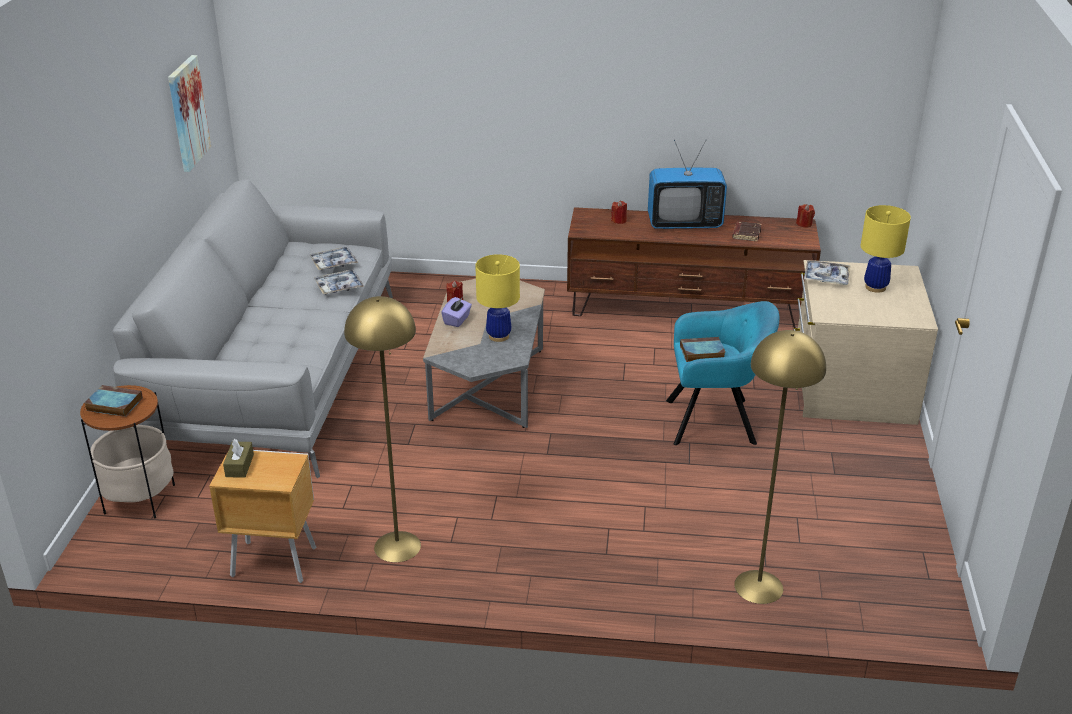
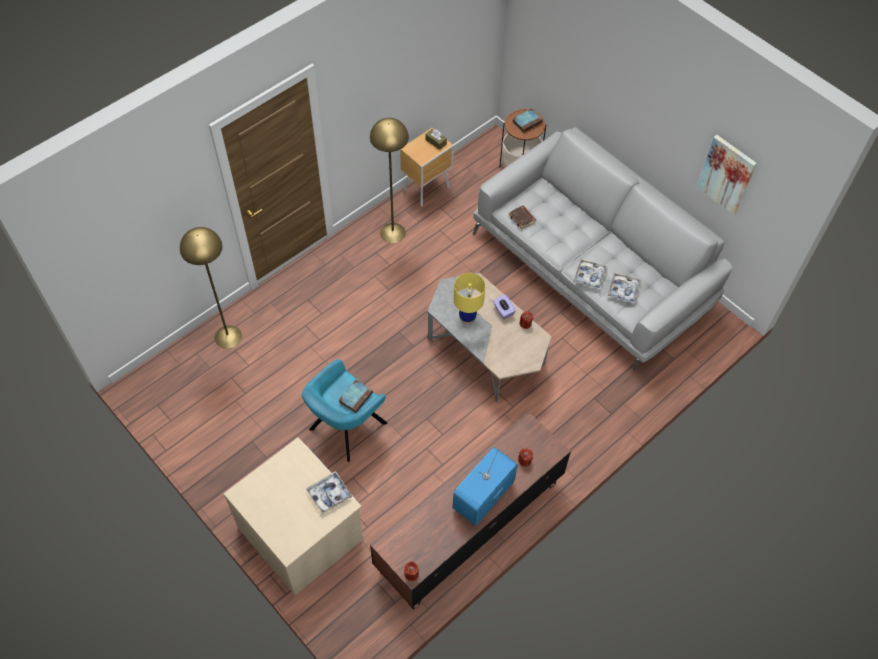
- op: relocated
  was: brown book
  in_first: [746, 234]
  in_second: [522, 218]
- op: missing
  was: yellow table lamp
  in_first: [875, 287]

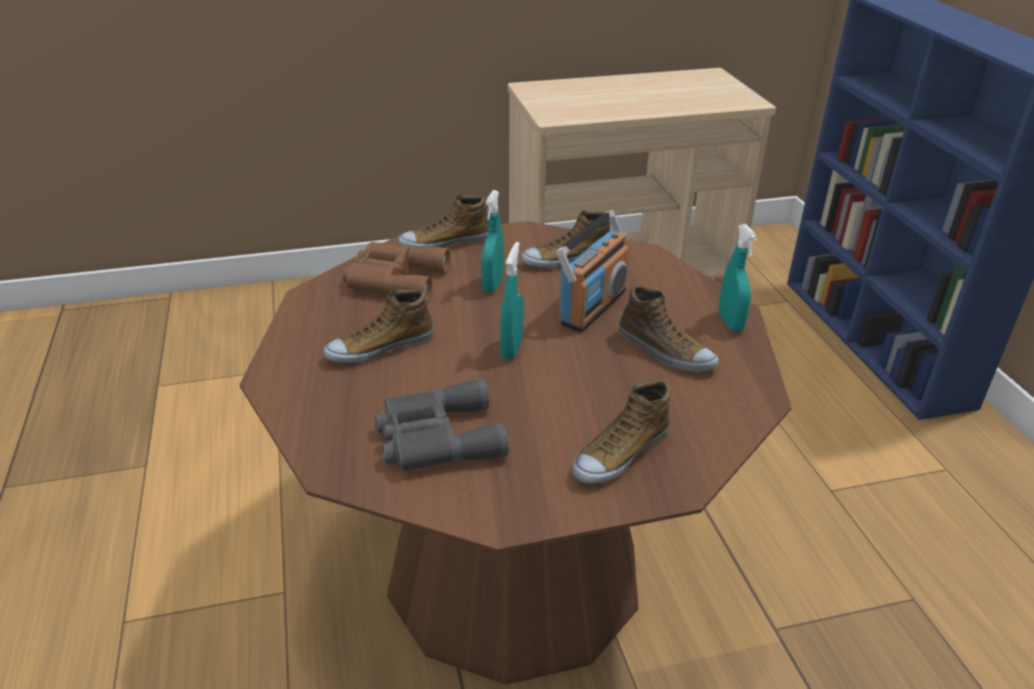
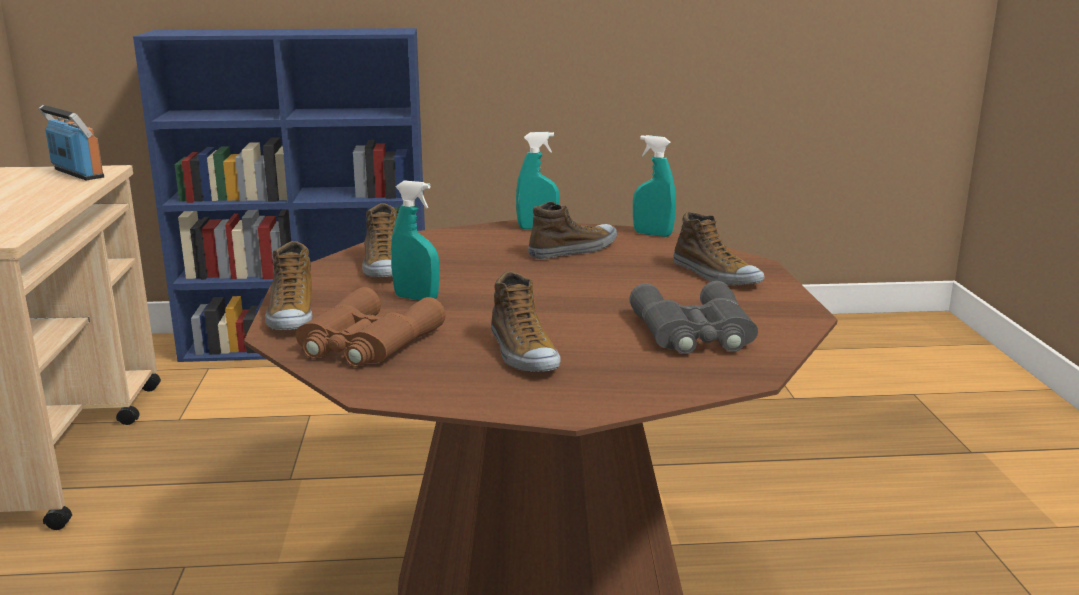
- op: relocated
  was: radio
  in_first: [592, 307]
  in_second: [77, 174]
- op: relocated
  was: turquoise spray bottle
  in_first: [511, 349]
  in_second: [652, 234]

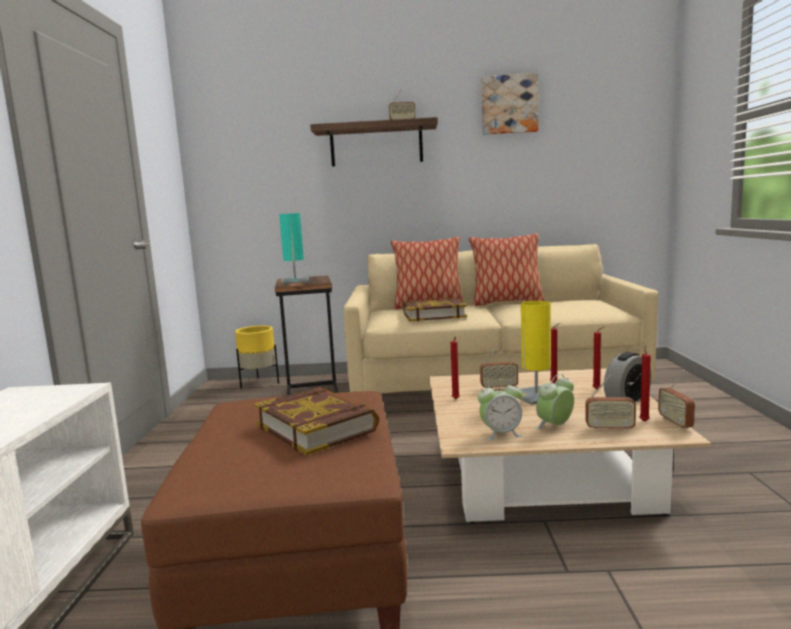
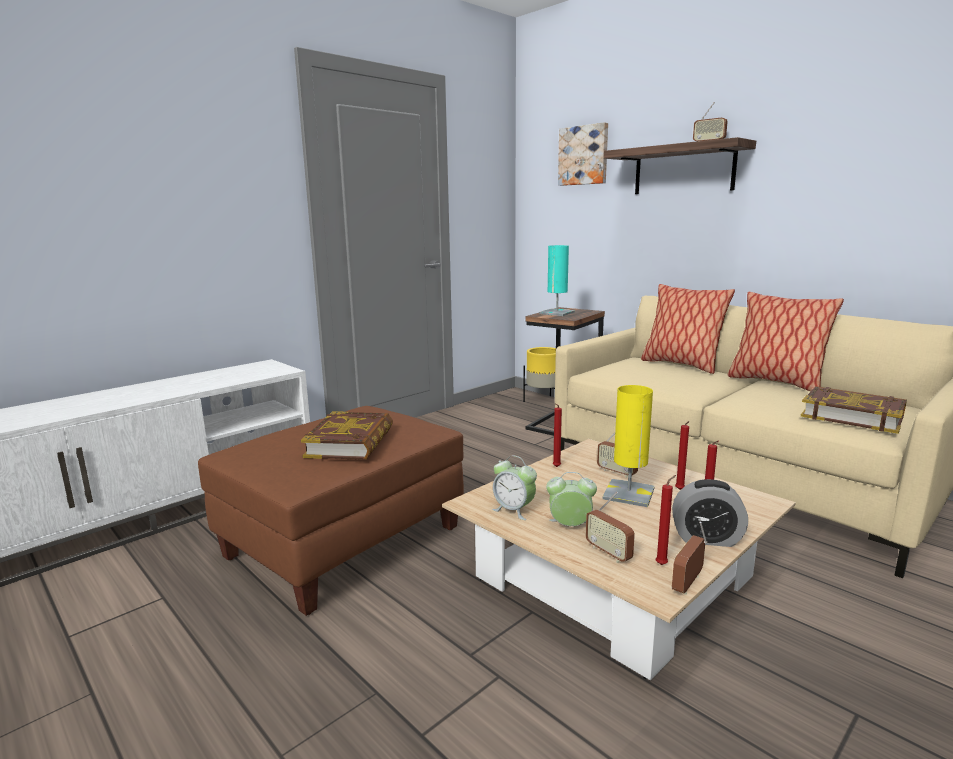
- op: relocated
  was: picture
  in_first: [509, 104]
  in_second: [584, 155]
- op: relocated
  was: book
  in_first: [434, 315]
  in_second: [852, 416]

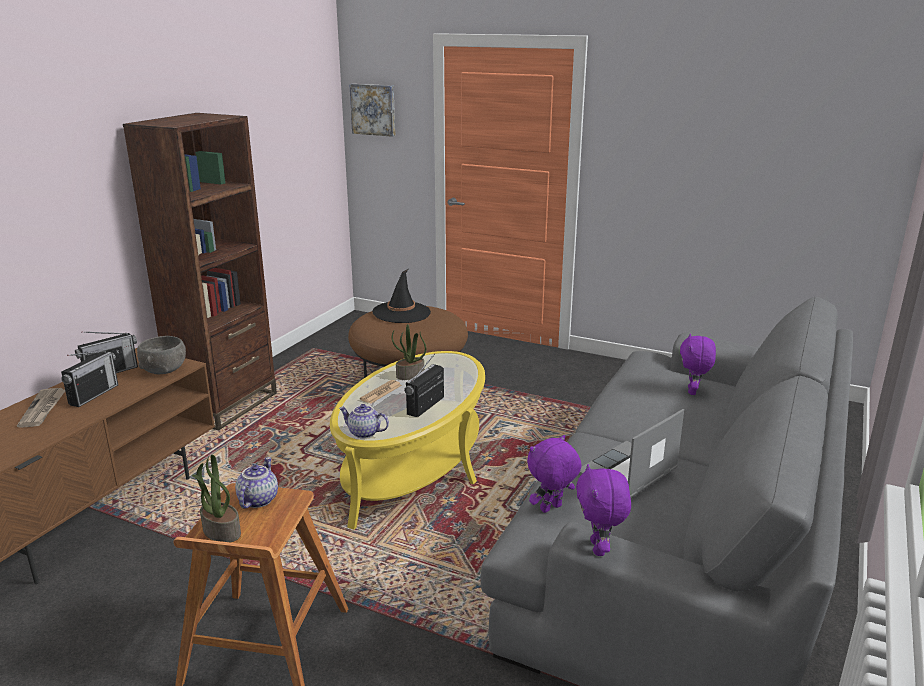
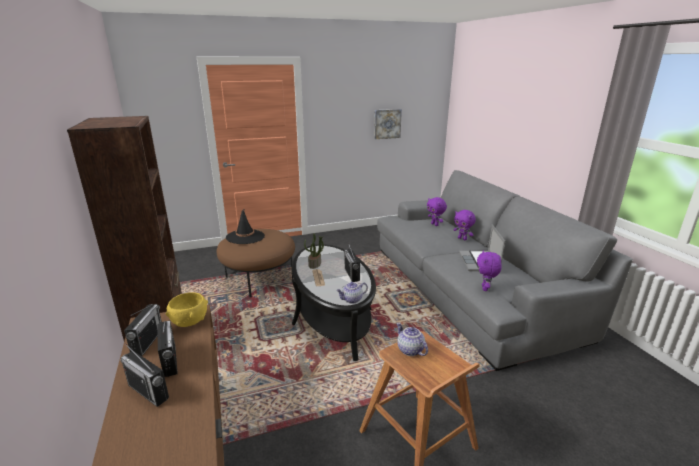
- op: exchanged
  was: newspaper
  now: radio
  in_first: [43, 409]
  in_second: [148, 391]
- op: colour
  was: grey bowl
  now: yellow bowl
  in_first: [164, 370]
  in_second: [189, 321]
- op: colour
  was: yellow coffee table
  now: black coffee table
  in_first: [414, 467]
  in_second: [332, 316]
- op: relocated
  was: picture
  in_first: [374, 109]
  in_second: [387, 123]
- op: relocated
  was: purple plush toy
  in_first: [599, 548]
  in_second: [462, 239]
- op: missing
  was: potted plant
  in_first: [220, 531]

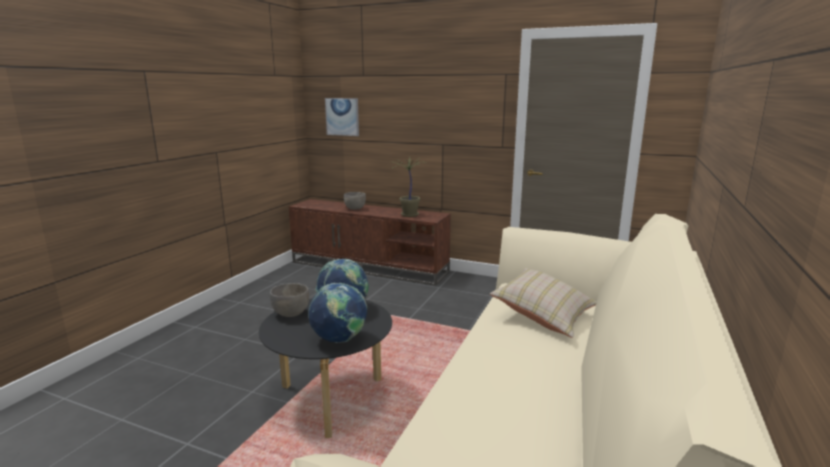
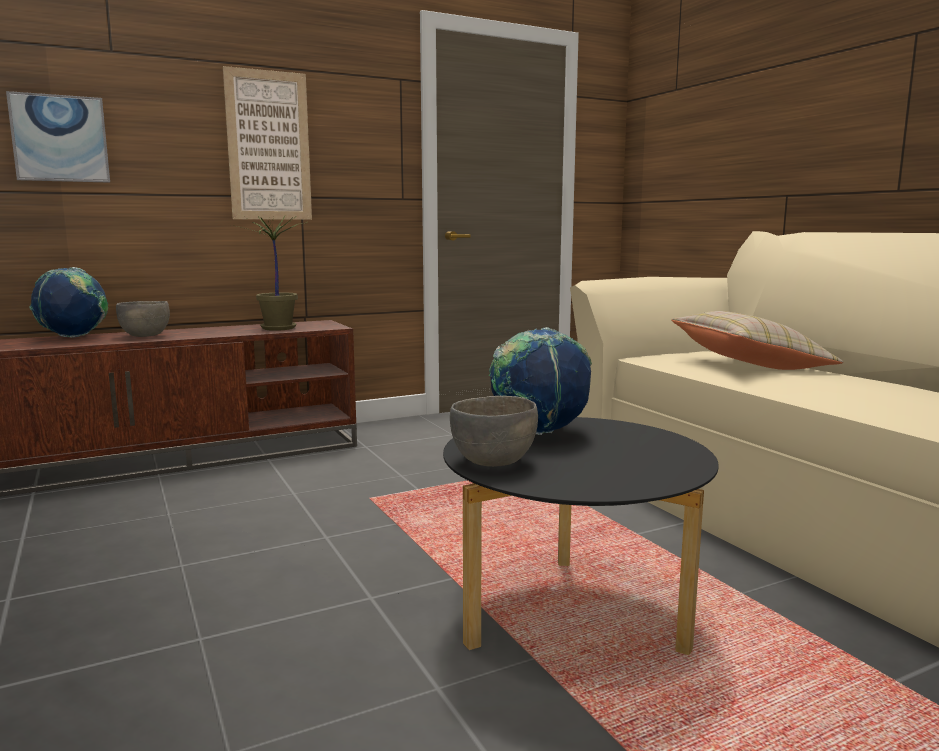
- op: relocated
  was: globe
  in_first: [339, 340]
  in_second: [74, 337]
- op: appeared
  now: picture
  in_second: [268, 146]

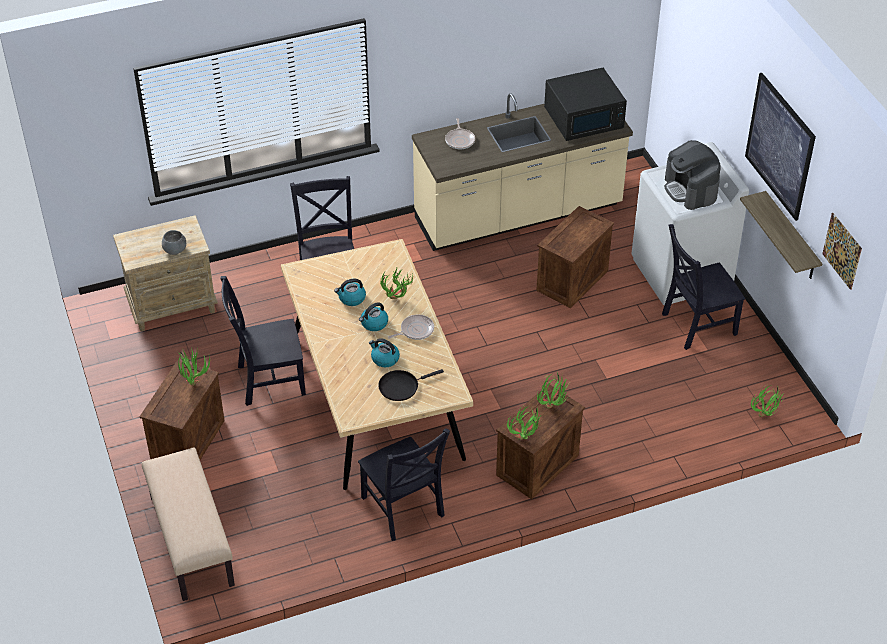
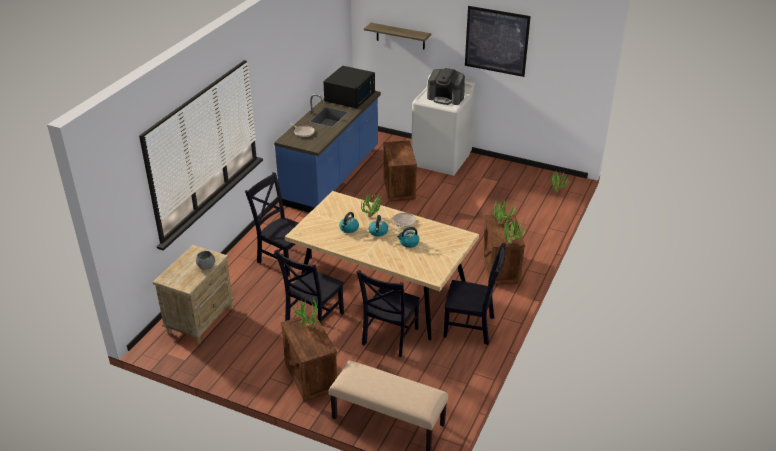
- op: colour
  was: beige counter
  now: blue counter
  in_first: [518, 214]
  in_second: [332, 176]
- op: relocated
  was: black chair
  in_first: [696, 325]
  in_second: [389, 338]
- op: relocated
  was: shelf
  in_first: [791, 237]
  in_second: [400, 36]
- op: missing
  was: black frying pan
  in_first: [401, 386]
- op: missing
  was: picture
  in_first: [842, 251]

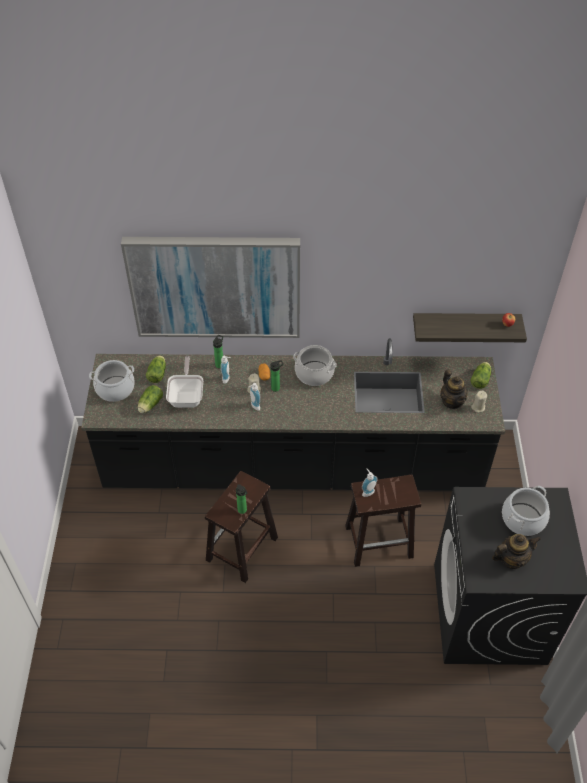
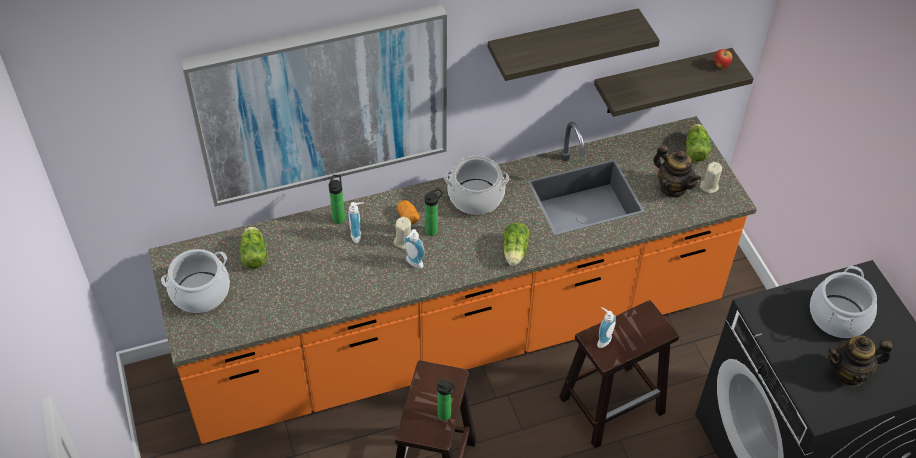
- op: colour
  was: black counter
  now: orange counter
  in_first: [293, 466]
  in_second: [456, 336]
- op: appeared
  now: shelf
  in_second: [562, 45]
- op: relocated
  was: lettuce
  in_first: [150, 405]
  in_second: [514, 253]
- op: spun
  was: teapot
  in_first: [511, 559]
  in_second: [849, 373]
  clockwise: -150
- op: missing
  was: frying pan
  in_first: [187, 396]

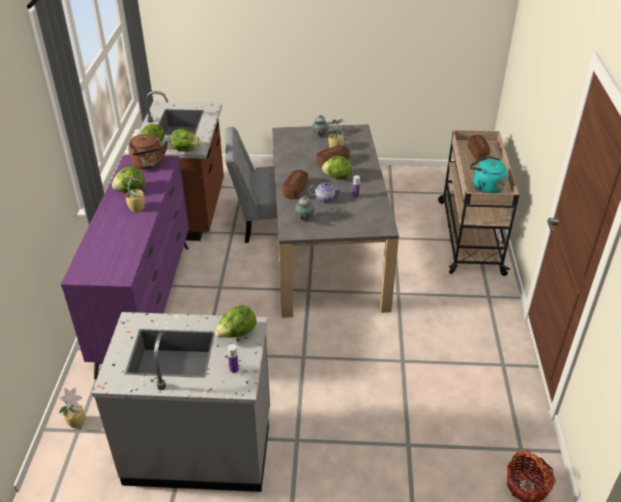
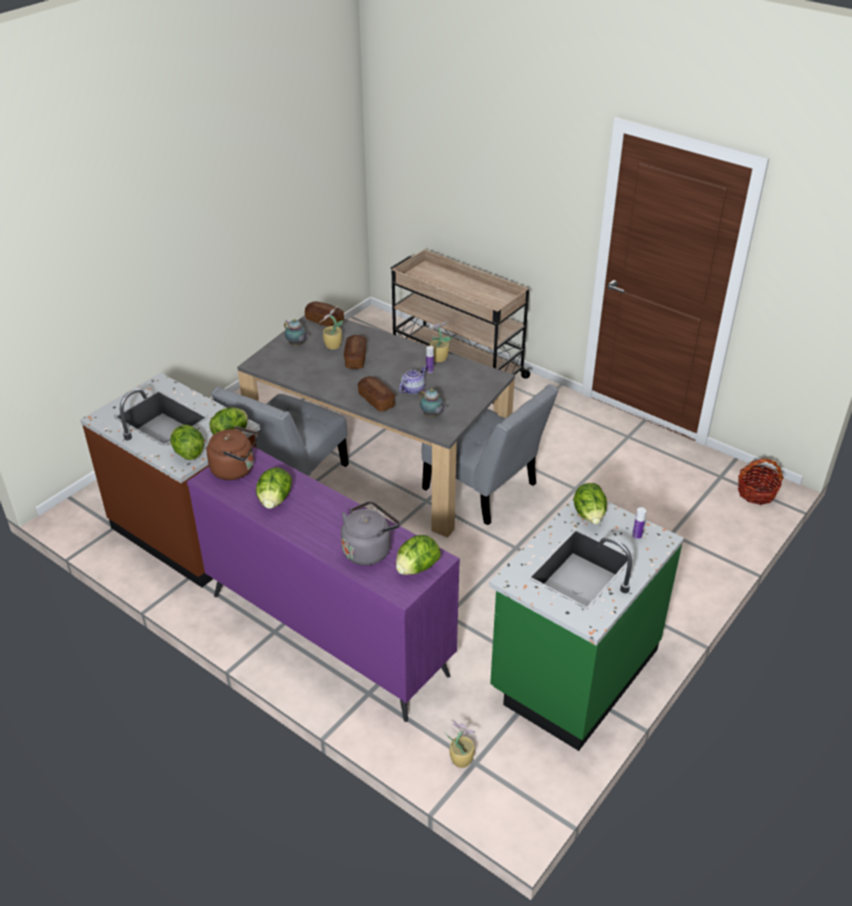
- op: relocated
  was: bread
  in_first: [477, 153]
  in_second: [324, 321]
- op: appeared
  now: grey kettle
  in_second: [369, 550]
- op: relocated
  was: lettuce
  in_first: [337, 177]
  in_second: [417, 568]
- op: appeared
  now: grey chair
  in_second: [484, 490]
- op: relocated
  was: potted plant
  in_first: [136, 208]
  in_second: [438, 358]
- op: colour
  was: grey counter
  now: green counter
  in_first: [199, 447]
  in_second: [573, 671]
- op: missing
  was: turquoise kettle
  in_first: [485, 187]

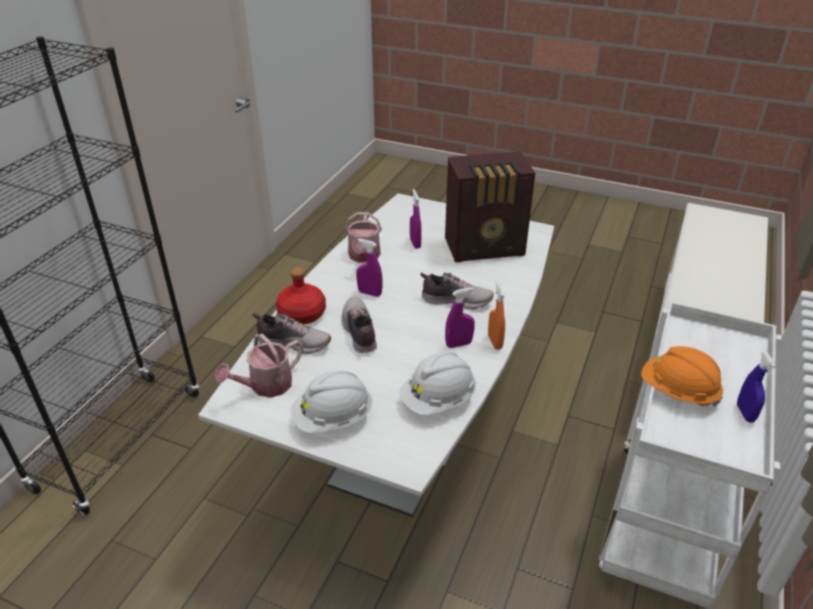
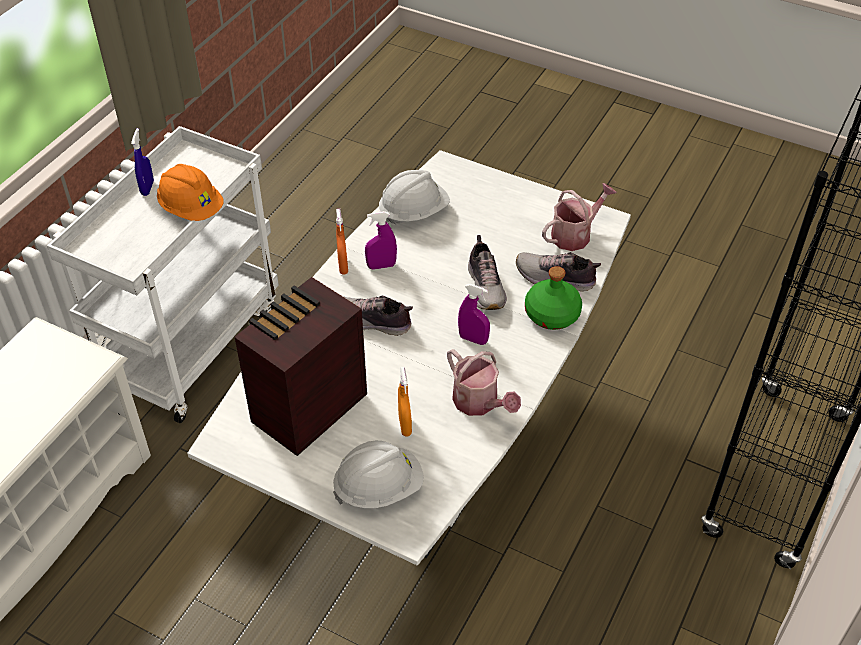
- op: spun
  was: radio
  in_first: [486, 248]
  in_second: [306, 409]
  clockwise: -45
- op: relocated
  was: white hard hat
  in_first: [333, 419]
  in_second: [379, 488]
- op: colour
  was: purple spray bottle
  now: orange spray bottle
  in_first: [415, 243]
  in_second: [405, 425]
- op: spun
  was: watering can
  in_first: [364, 257]
  in_second: [479, 403]
  clockwise: 135
- op: colour
  was: red bottle
  now: green bottle
  in_first: [302, 313]
  in_second: [551, 315]

